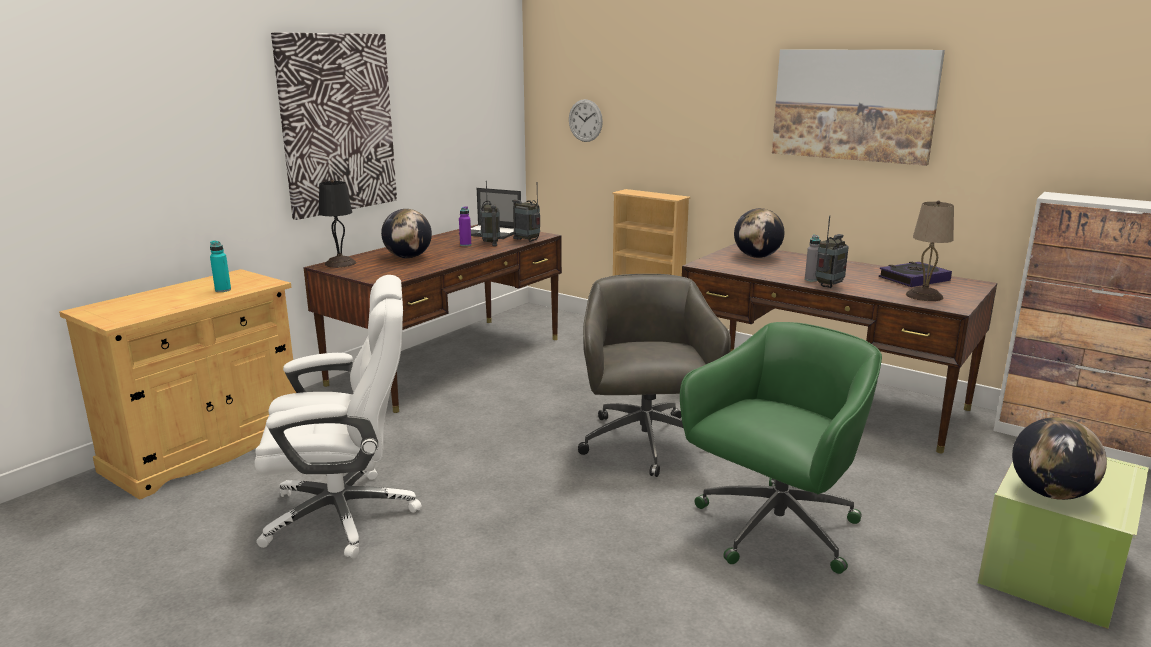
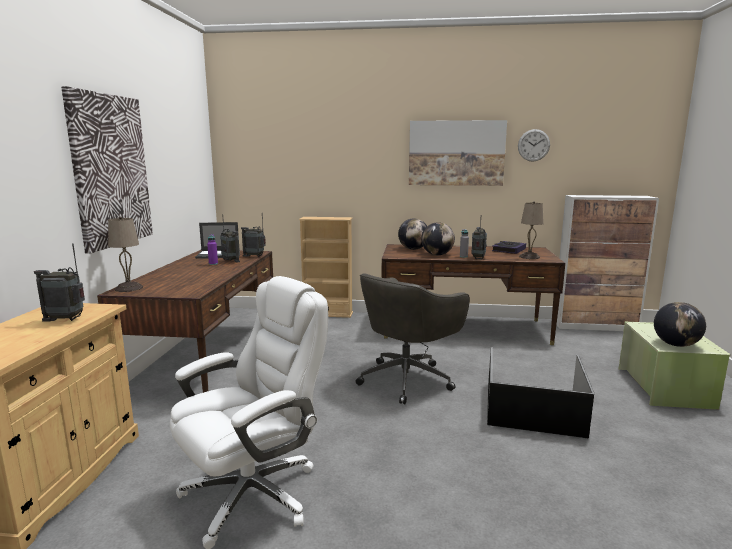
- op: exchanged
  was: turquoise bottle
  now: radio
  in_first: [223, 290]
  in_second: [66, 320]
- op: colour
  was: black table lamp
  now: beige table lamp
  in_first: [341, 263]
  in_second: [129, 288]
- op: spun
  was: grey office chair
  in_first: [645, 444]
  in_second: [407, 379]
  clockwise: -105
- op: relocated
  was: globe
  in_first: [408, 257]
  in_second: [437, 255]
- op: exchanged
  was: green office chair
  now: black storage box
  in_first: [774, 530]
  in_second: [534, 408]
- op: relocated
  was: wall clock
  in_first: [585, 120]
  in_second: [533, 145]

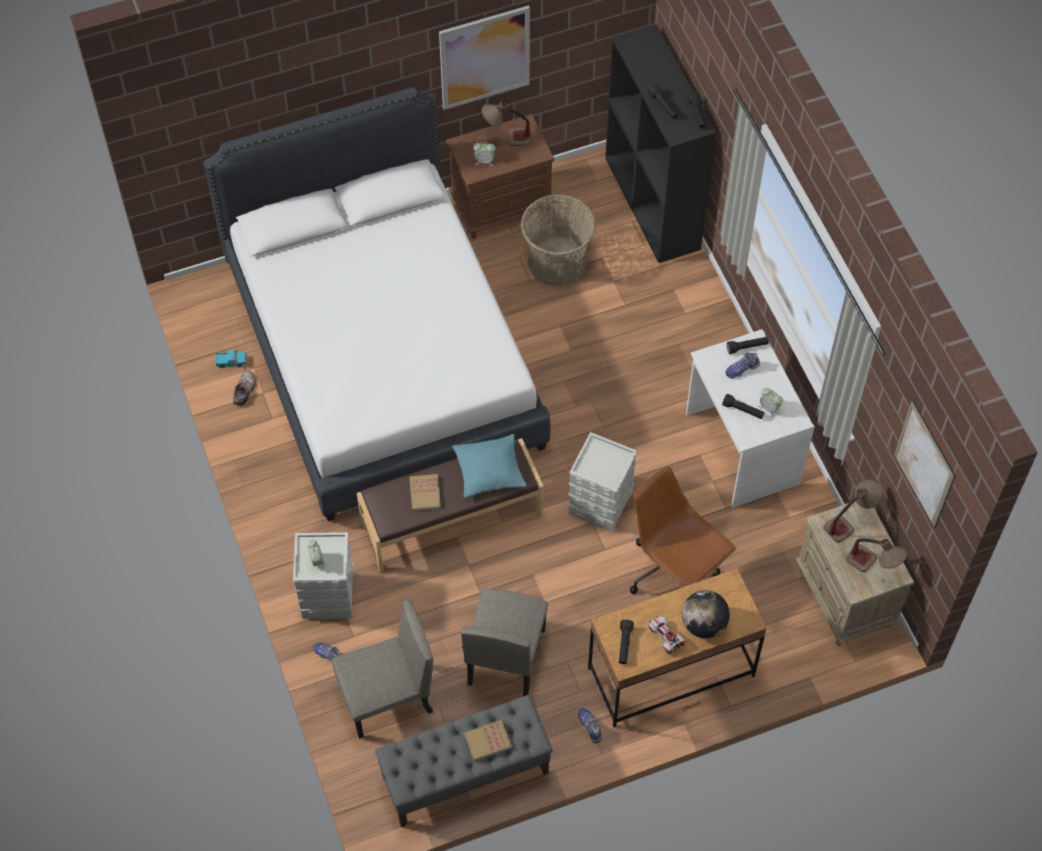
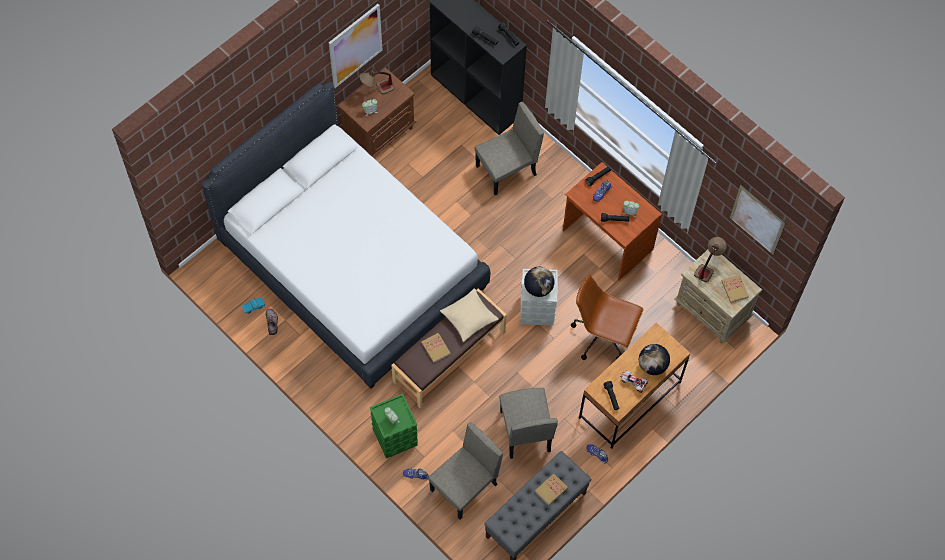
- op: colour
  was: grey storage box
  now: green storage box
  in_first: [327, 595]
  in_second: [394, 437]
- op: colour
  was: turquoise pillow
  now: beige pillow
  in_first: [489, 470]
  in_second: [469, 317]
- op: appeared
  now: beige chair
  in_second: [506, 171]
- op: appeared
  now: globe
  in_second: [538, 288]
- op: colour
  was: white desk
  now: brown desk
  in_first: [740, 449]
  in_second: [607, 240]
- op: exchanged
  was: table lamp
  now: book
  in_first: [873, 567]
  in_second: [734, 289]
- op: missing
  was: basket
  in_first: [557, 260]

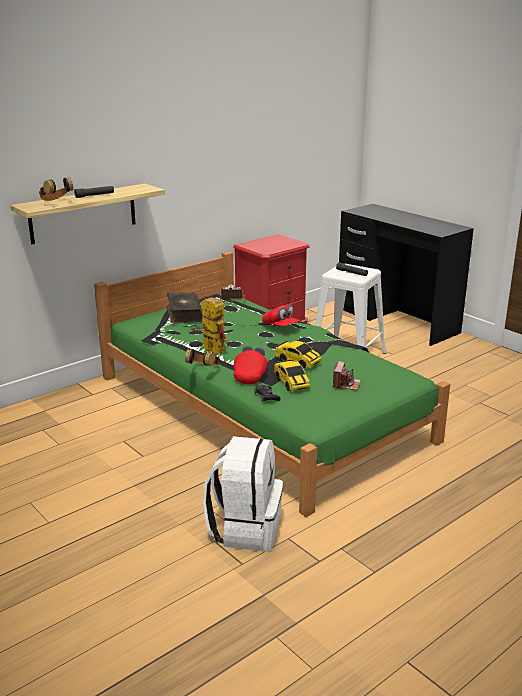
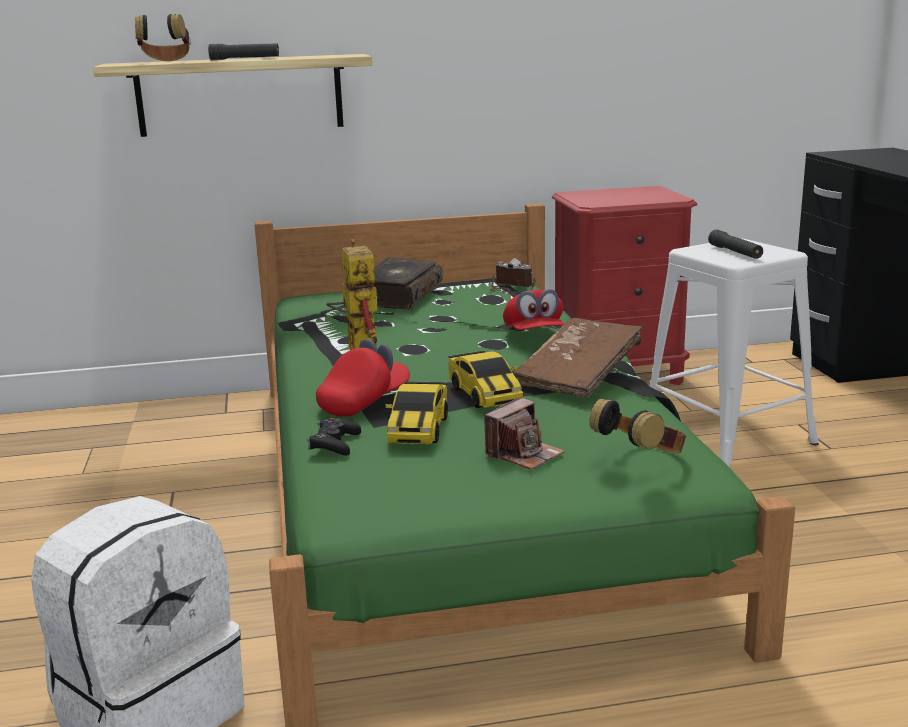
- op: appeared
  now: brown book
  in_second: [578, 376]
- op: relocated
  was: headphones
  in_first: [204, 370]
  in_second: [641, 460]

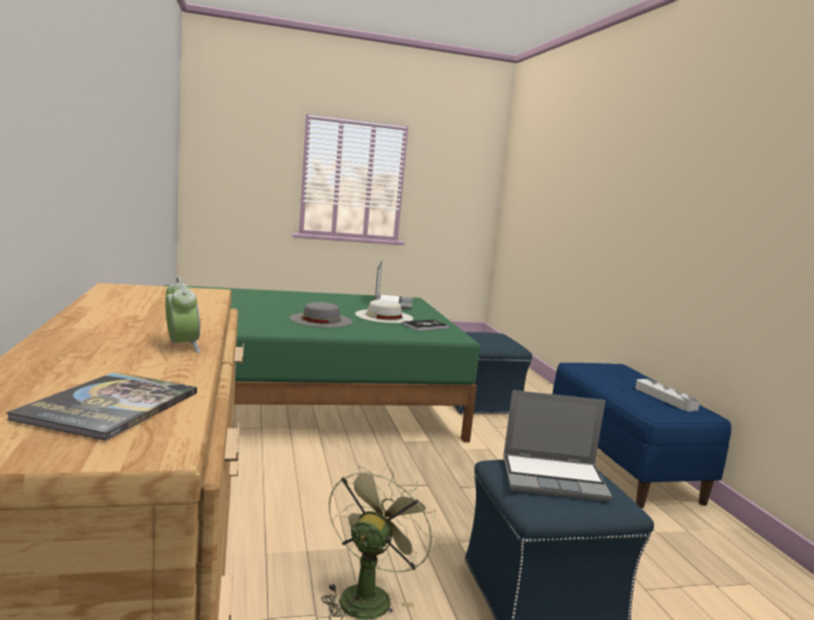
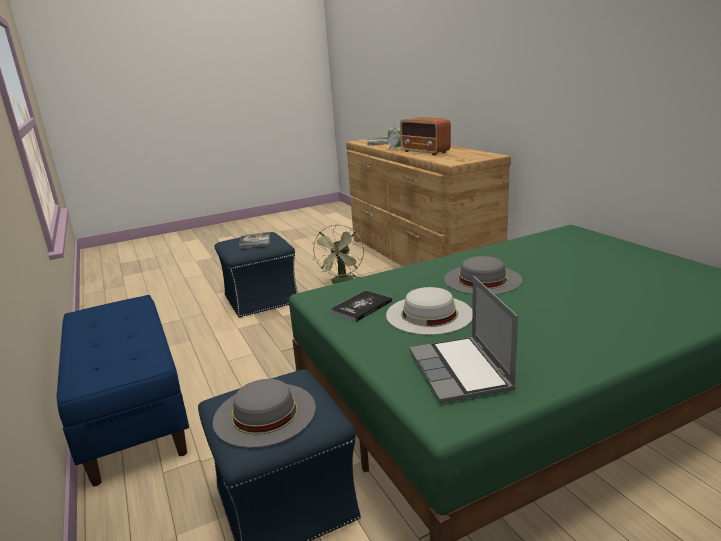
- op: appeared
  now: grey hat
  in_second: [264, 413]
- op: exchanged
  was: laptop
  now: book
  in_first: [554, 478]
  in_second: [255, 241]
- op: appeared
  now: radio
  in_second: [425, 152]
- op: missing
  was: grey tray
  in_first: [665, 398]

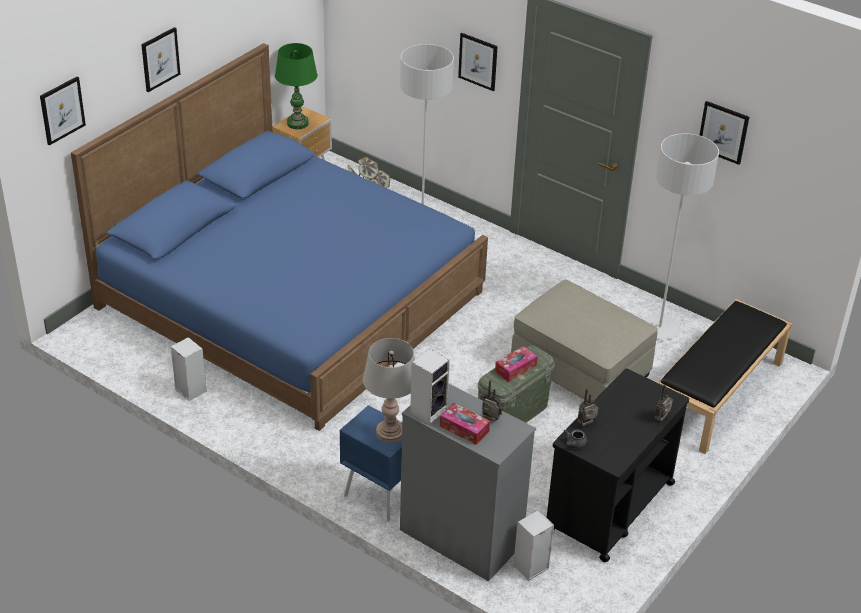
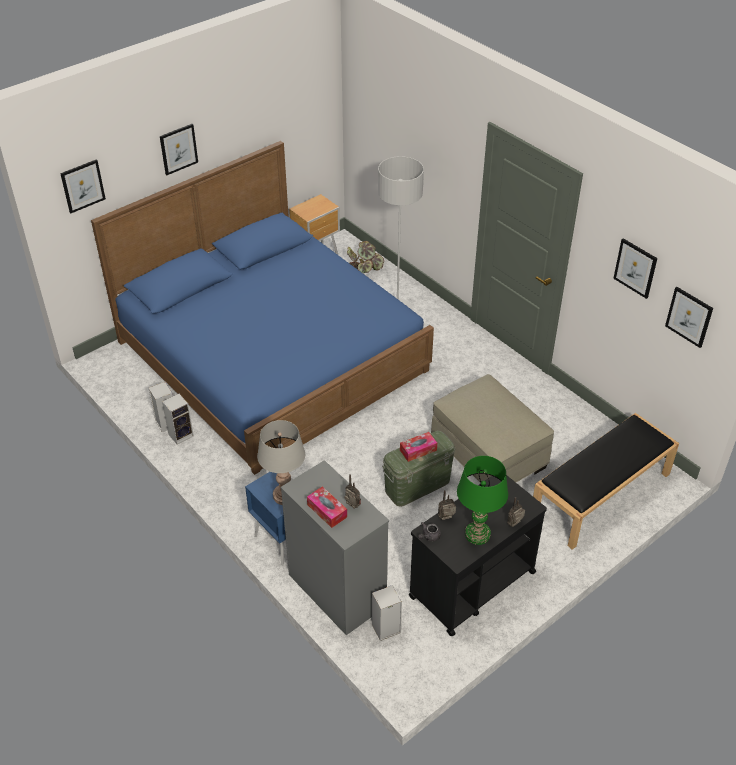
- op: relocated
  was: speaker
  in_first: [429, 410]
  in_second: [181, 434]
- op: relocated
  was: green table lamp
  in_first: [297, 123]
  in_second: [477, 534]
- op: relocated
  was: picture
  in_first: [478, 61]
  in_second: [689, 316]
- op: missing
  was: grey floor lamp
  in_first: [659, 328]

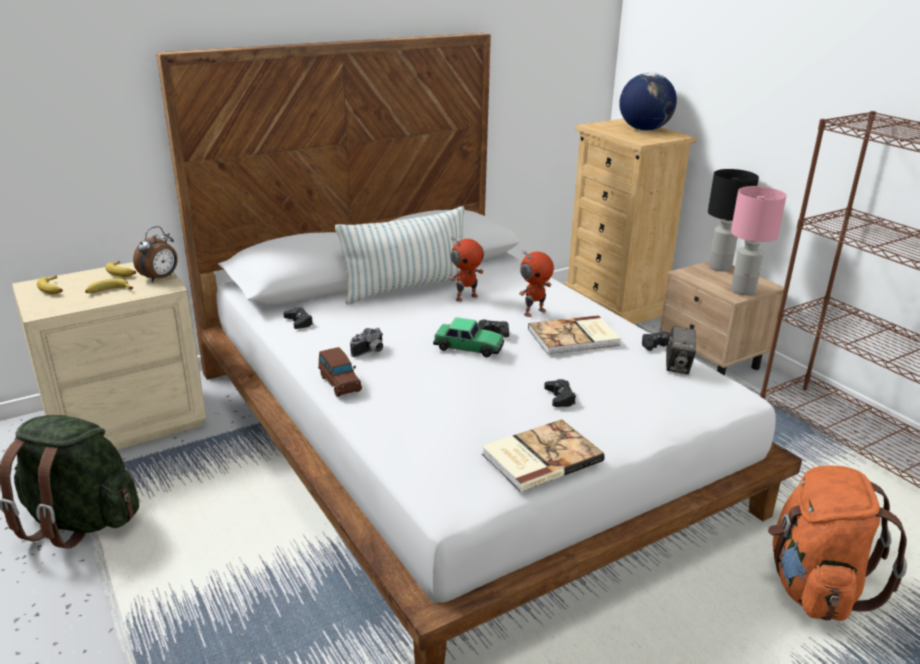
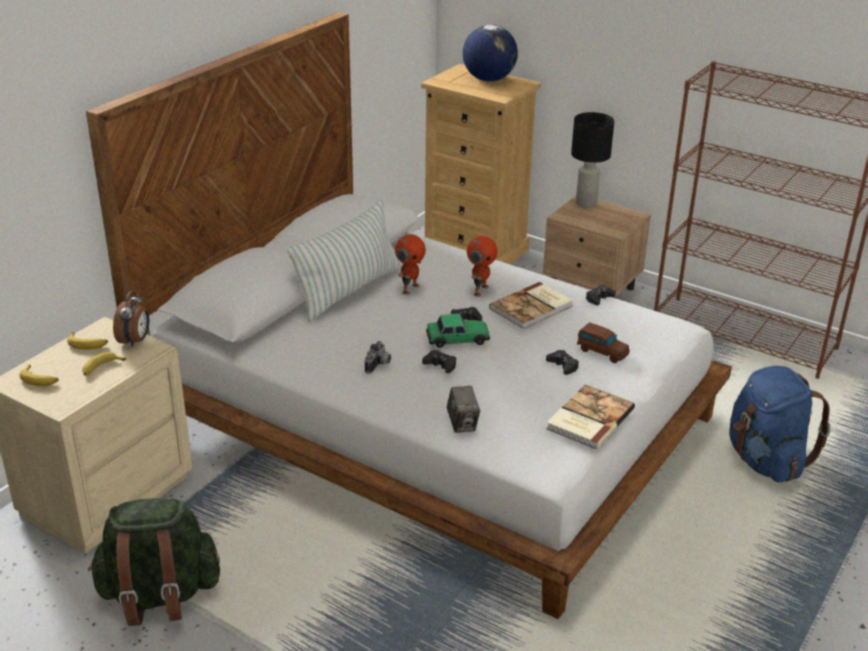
- op: relocated
  was: black game controller
  in_first: [299, 322]
  in_second: [440, 365]
- op: relocated
  was: photo camera
  in_first: [678, 366]
  in_second: [462, 424]
- op: relocated
  was: brown toy car
  in_first: [339, 383]
  in_second: [601, 352]
- op: colour
  was: orange backpack
  now: blue backpack
  in_first: [814, 587]
  in_second: [765, 461]
- op: missing
  was: pink table lamp
  in_first: [743, 290]

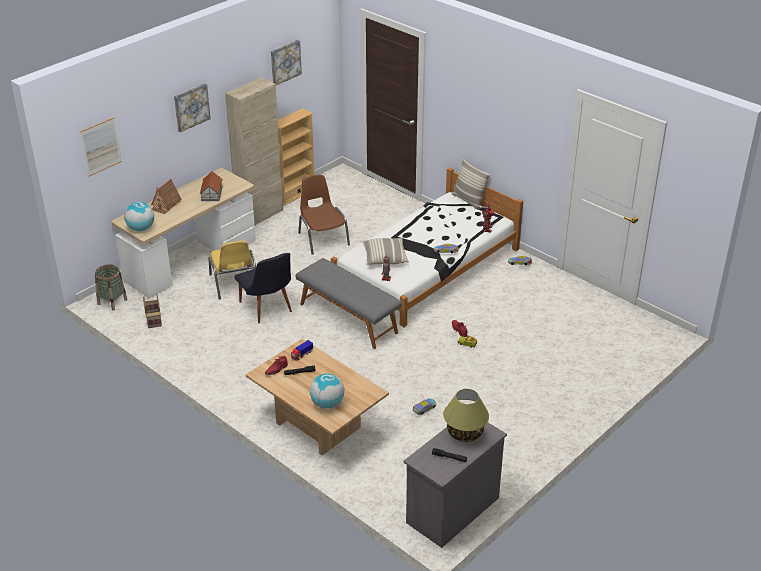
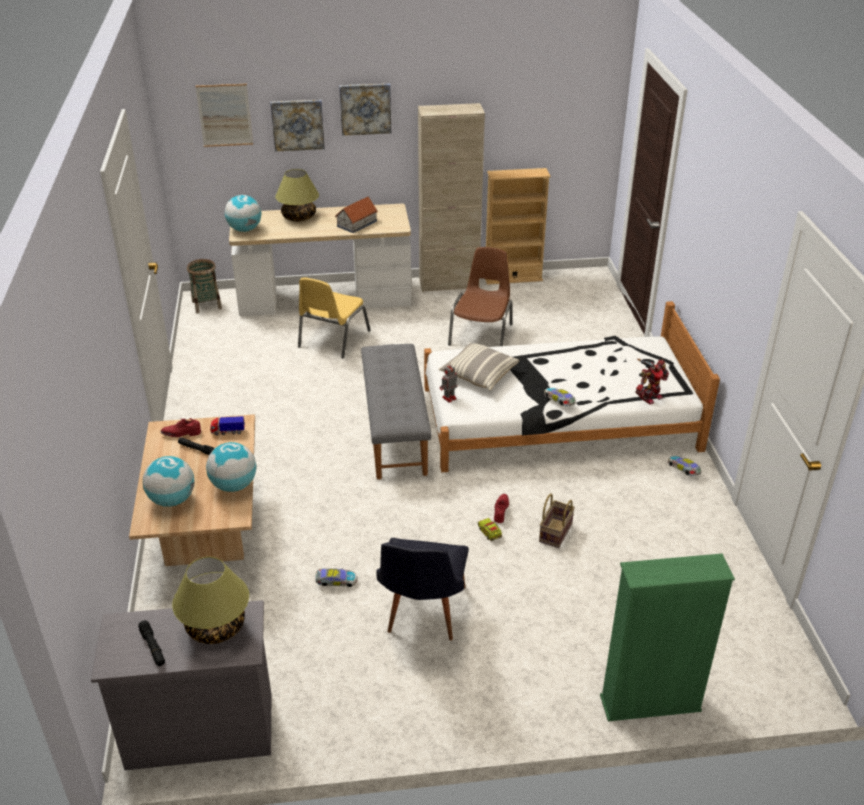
- op: appeared
  now: globe
  in_second: [234, 485]
- op: relocated
  was: picture
  in_first: [285, 62]
  in_second: [297, 124]
- op: exchanged
  was: toy house
  now: table lamp
  in_first: [165, 205]
  in_second: [299, 217]
- op: relocated
  was: black chair
  in_first: [267, 309]
  in_second: [422, 616]
- op: relocated
  was: basket
  in_first: [153, 319]
  in_second: [555, 532]
- op: appeared
  now: green bookcase
  in_second: [650, 704]
- op: missing
  was: pillow
  in_first: [468, 200]

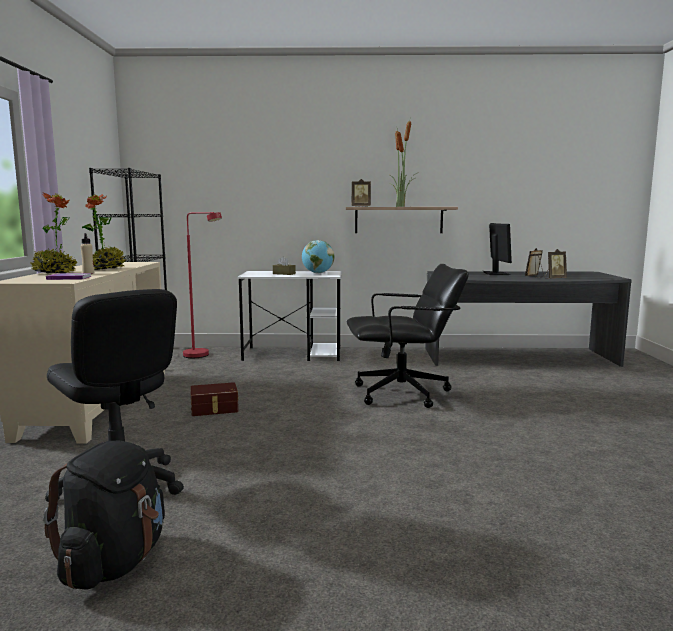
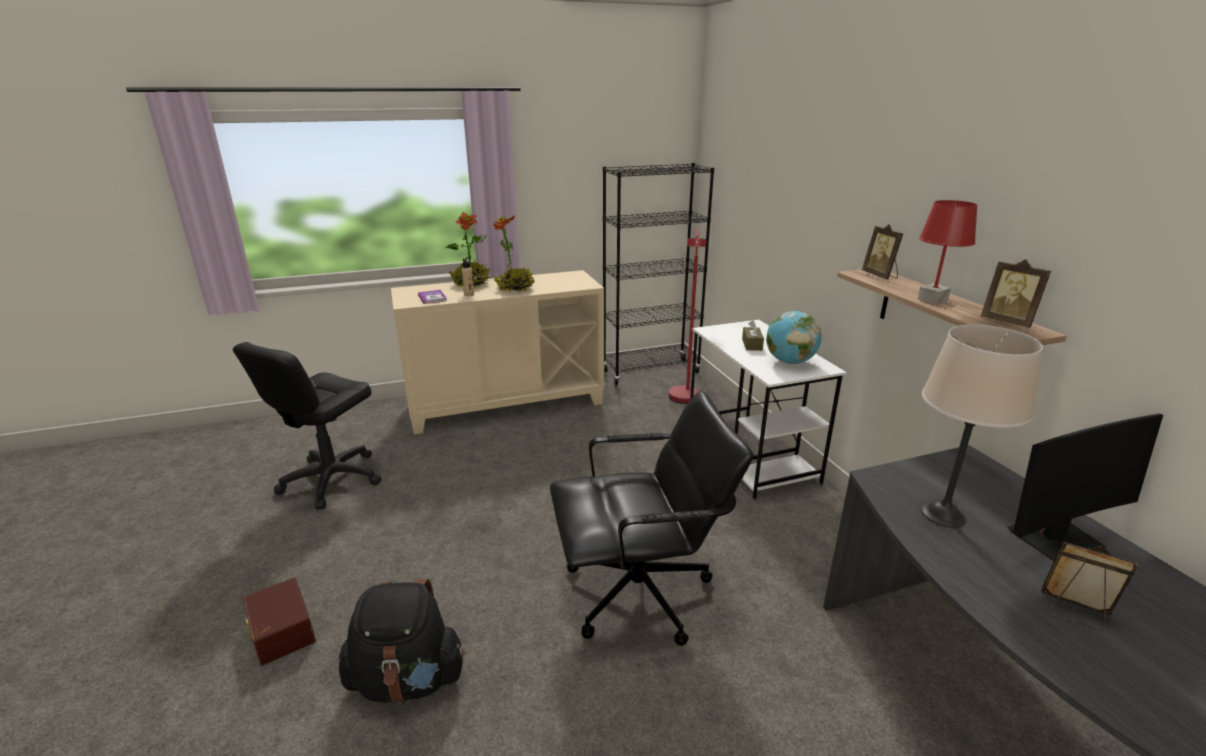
- op: relocated
  was: brown storage box
  in_first: [214, 409]
  in_second: [280, 631]
- op: relocated
  was: black backpack
  in_first: [115, 562]
  in_second: [408, 680]
- op: spun
  was: black office chair
  in_first: [403, 393]
  in_second: [640, 593]
  clockwise: -75
- op: exchanged
  was: potted plant
  now: red table lamp
  in_first: [401, 206]
  in_second: [932, 299]
- op: appeared
  now: beige table lamp
  in_second: [943, 515]
- op: relocated
  was: picture frame
  in_first: [554, 278]
  in_second: [1008, 322]

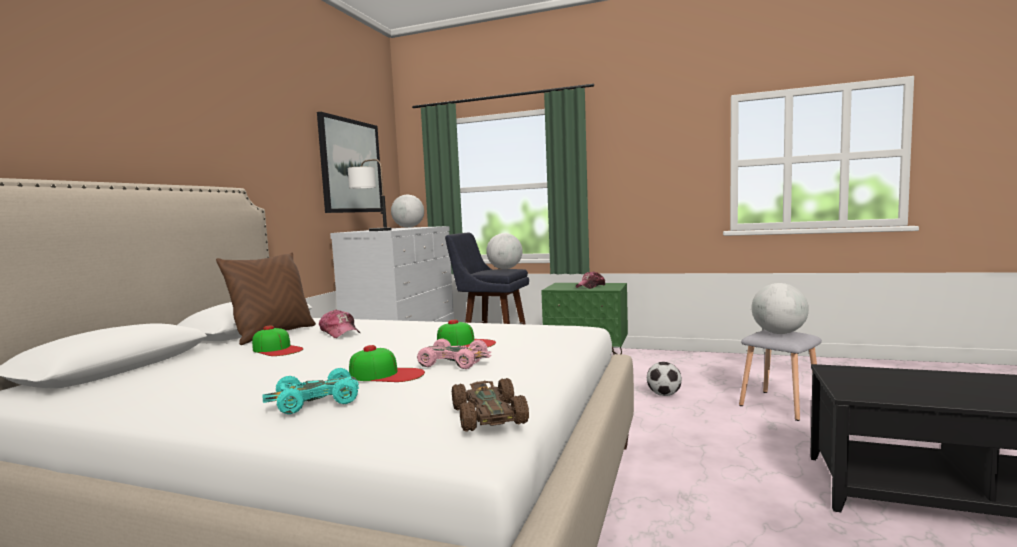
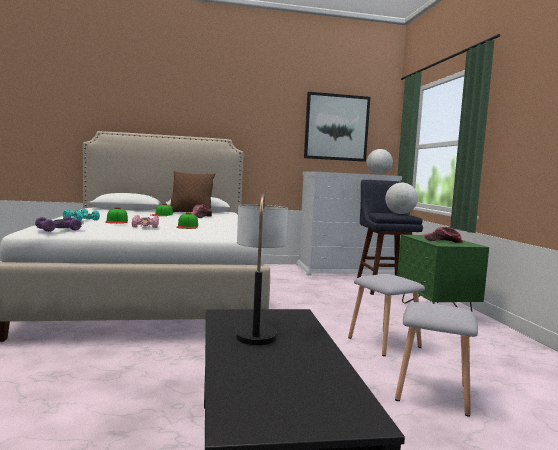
- op: colour
  was: brown toy car
  now: purple toy car
  in_first: [487, 415]
  in_second: [59, 229]
- op: relocated
  was: table lamp
  in_first: [371, 231]
  in_second: [257, 328]
- op: exchanged
  was: football
  now: grey stool
  in_first: [664, 395]
  in_second: [385, 342]
- op: missing
  was: globe
  in_first: [778, 333]

